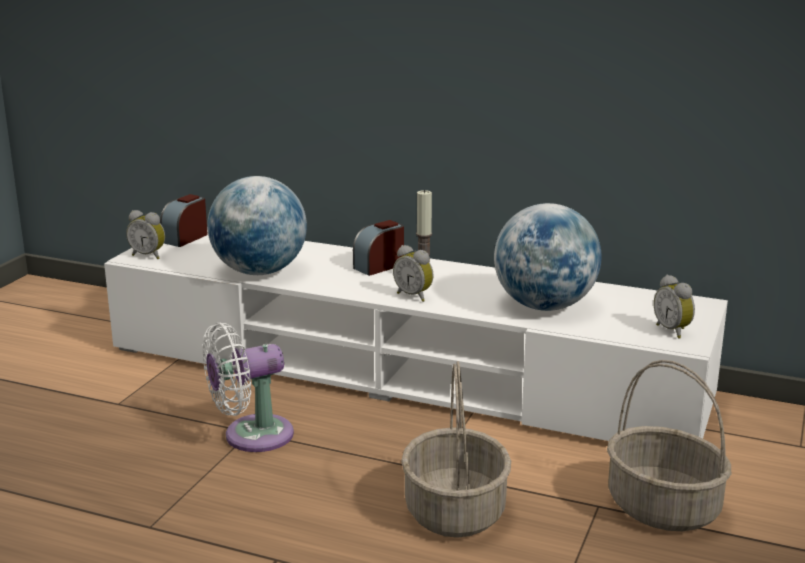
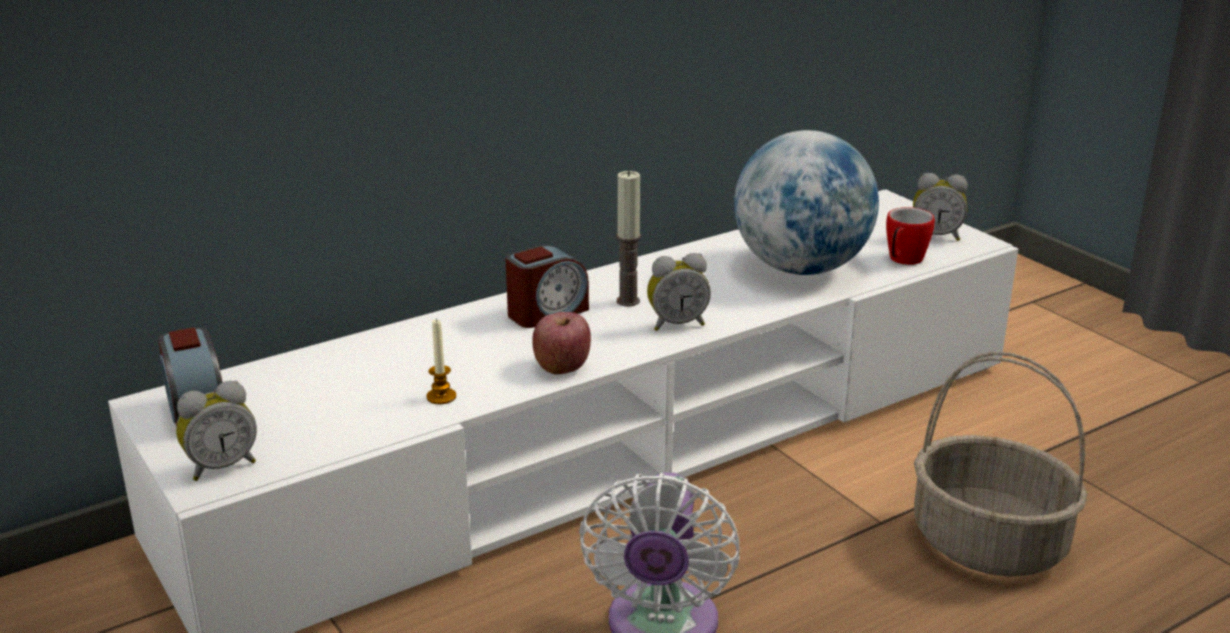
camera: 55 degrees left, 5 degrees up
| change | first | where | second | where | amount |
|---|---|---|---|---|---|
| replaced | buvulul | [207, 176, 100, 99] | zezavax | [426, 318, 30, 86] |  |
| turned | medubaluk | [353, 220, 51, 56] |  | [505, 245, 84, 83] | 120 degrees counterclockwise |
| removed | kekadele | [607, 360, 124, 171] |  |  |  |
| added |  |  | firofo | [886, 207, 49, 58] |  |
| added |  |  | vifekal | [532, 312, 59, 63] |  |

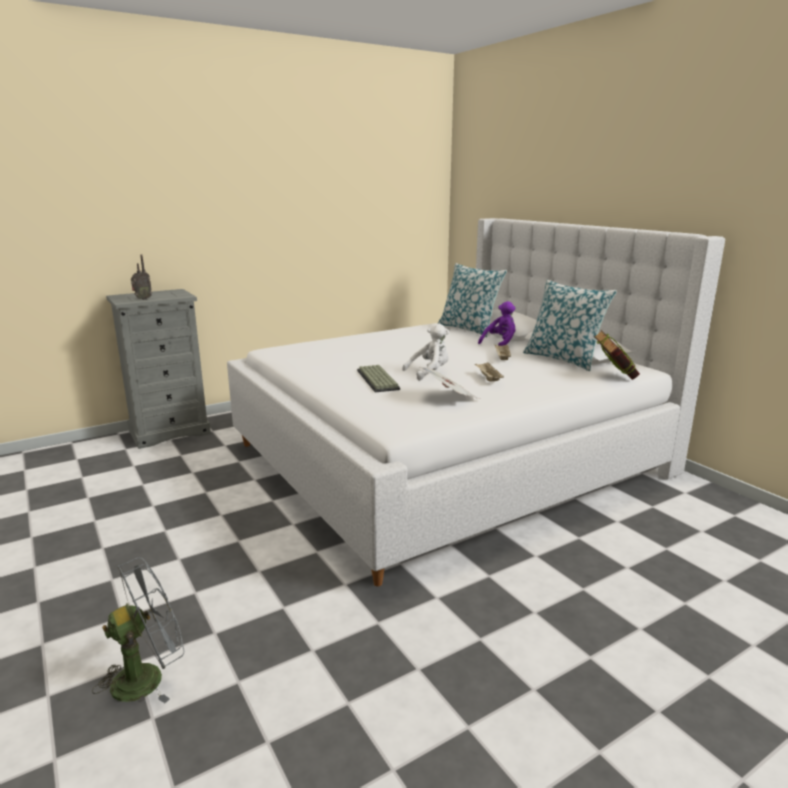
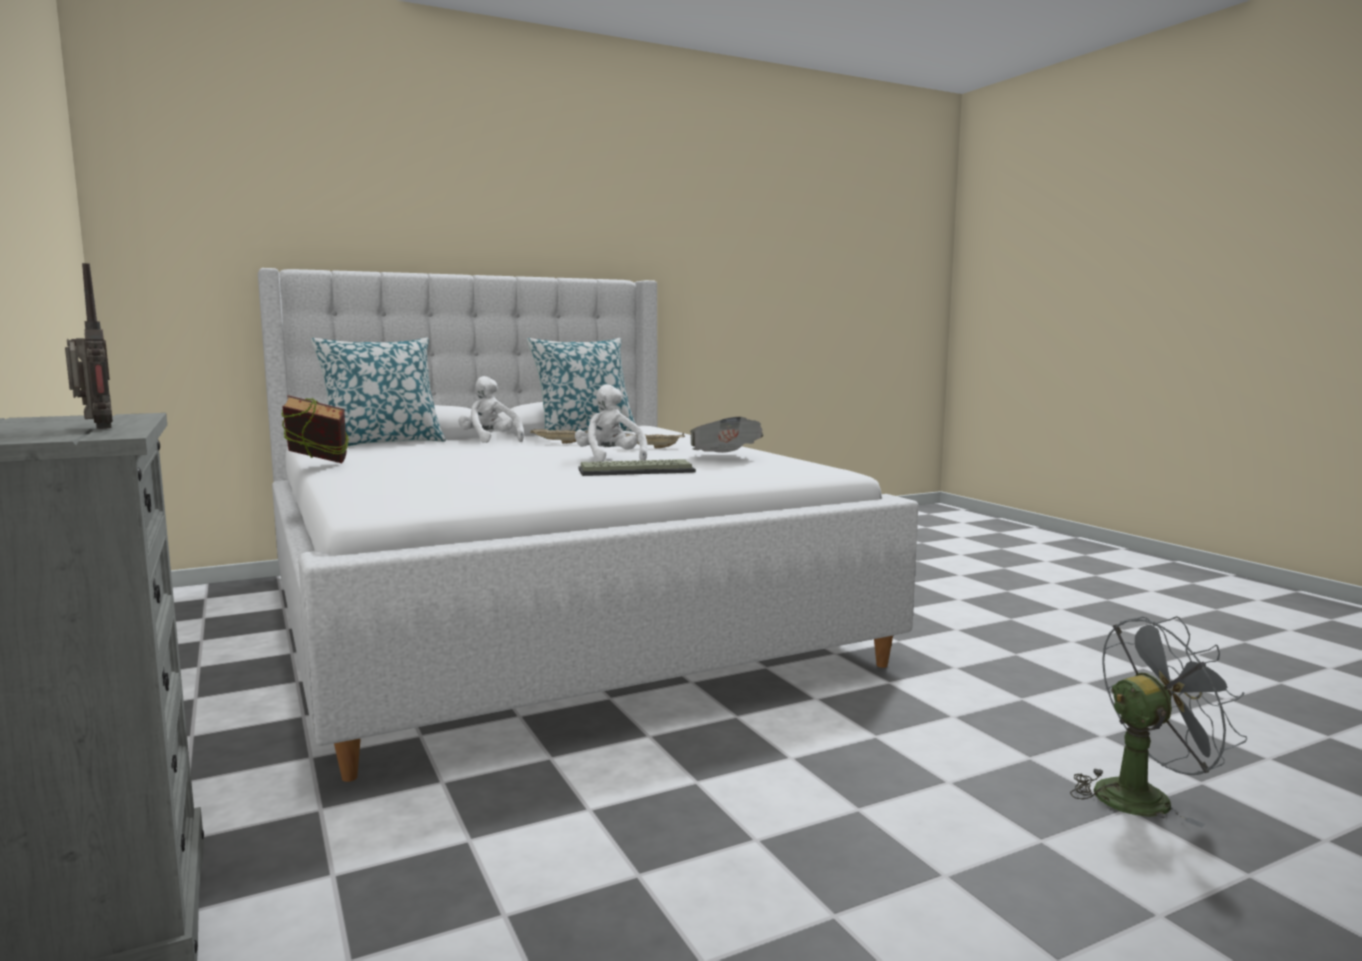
camera: 85 degrees left, 10 degrees down
| change | first | where | second | where | amount |
|---|---|---|---|---|---|
| recoloured | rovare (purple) | [478, 301, 38, 45] | rovare (white) | [458, 376, 66, 67] |  |
| moved | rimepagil | [594, 330, 46, 50] |  | [281, 395, 69, 68] |  |
| turned | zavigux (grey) | [92, 557, 93, 146] |  | [1070, 616, 177, 212] | 105 degrees clockwise |

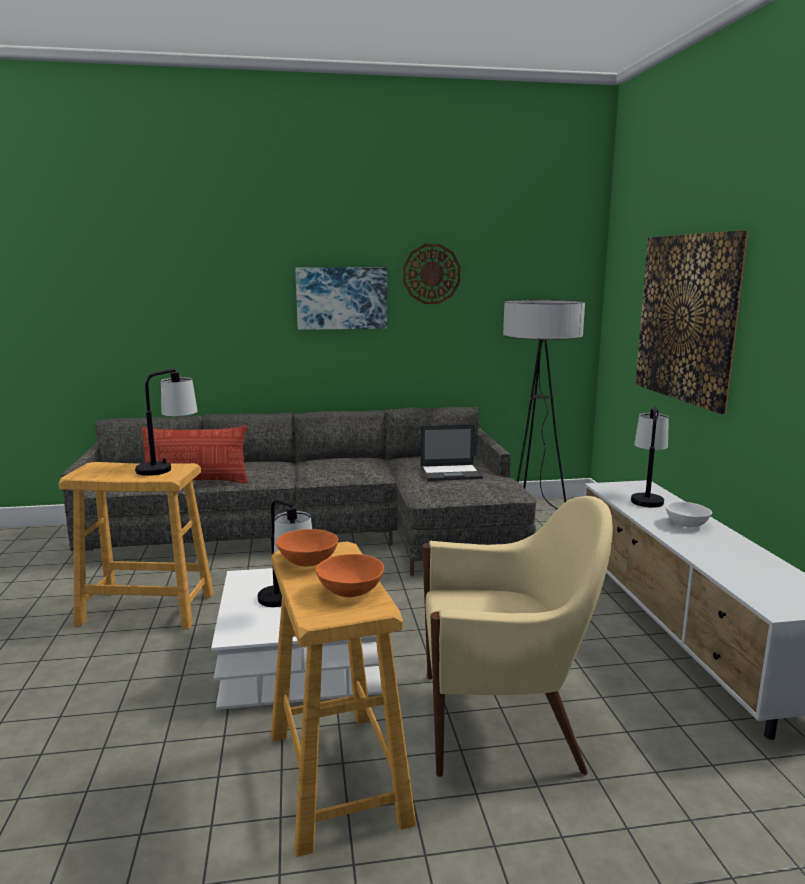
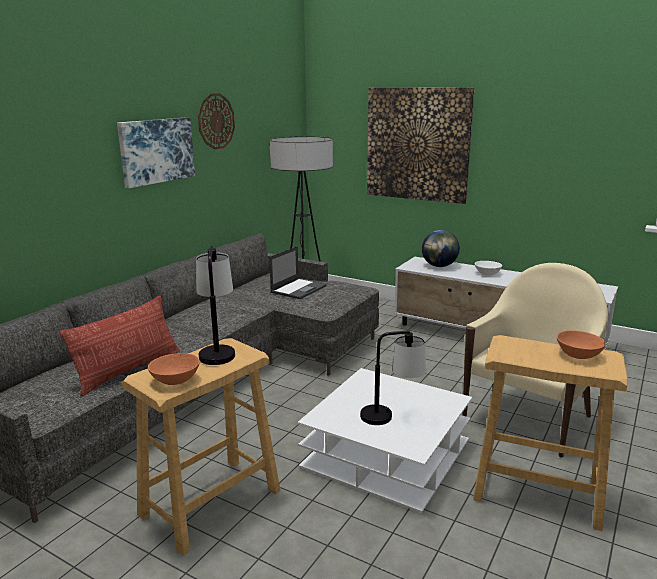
camera: 50 degrees left, 5 degrees up
| change | first | where | second | where | amount |
|---|---|---|---|---|---|
| replaced | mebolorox | [631, 406, 38, 102] | buvulul | [422, 230, 38, 37] |  |
| moved | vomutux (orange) | [276, 529, 62, 37] |  | [148, 353, 52, 32] |  |

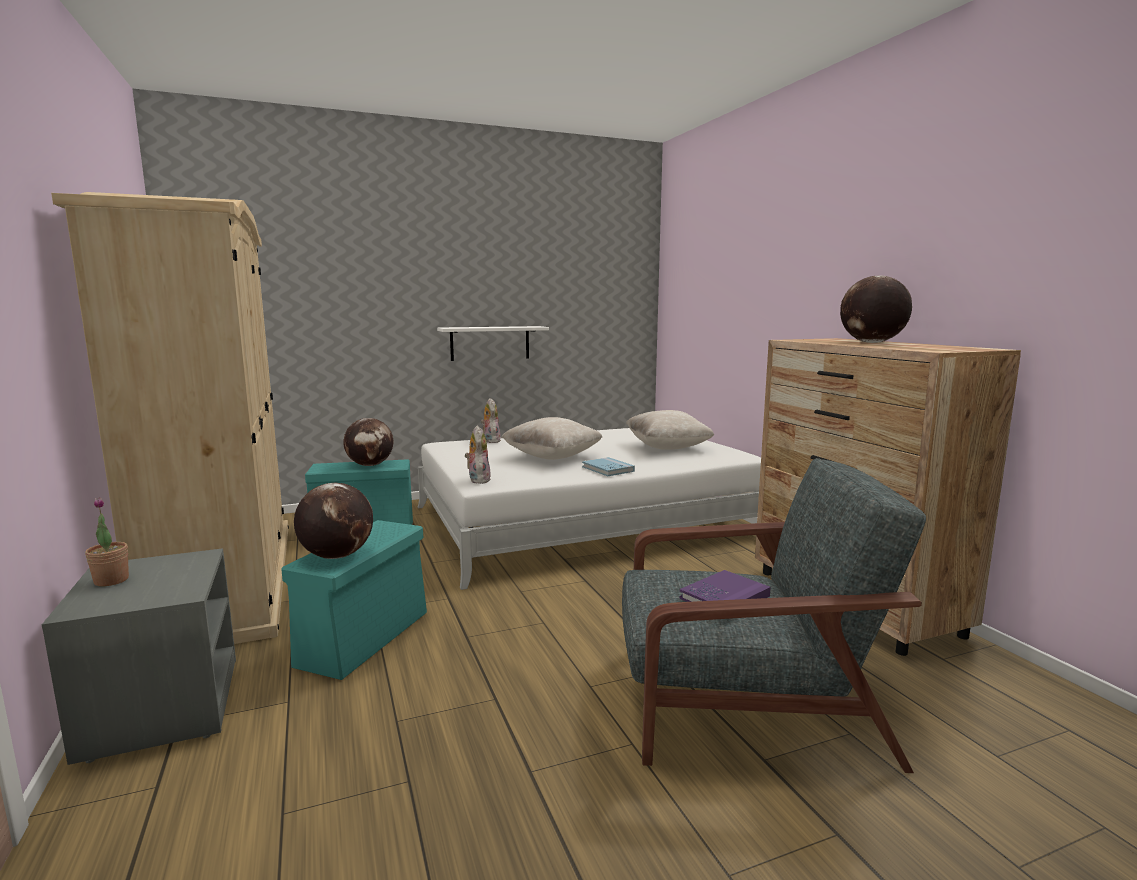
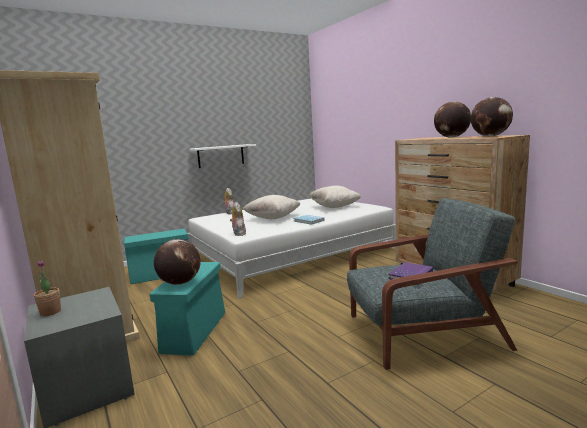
camera: 10 degrees left, 0 degrees up
| change | first | where | second | where | amount |
|---|---|---|---|---|---|
| moved | buvulul | [343, 418, 51, 48] |  | [471, 97, 42, 40] |  |

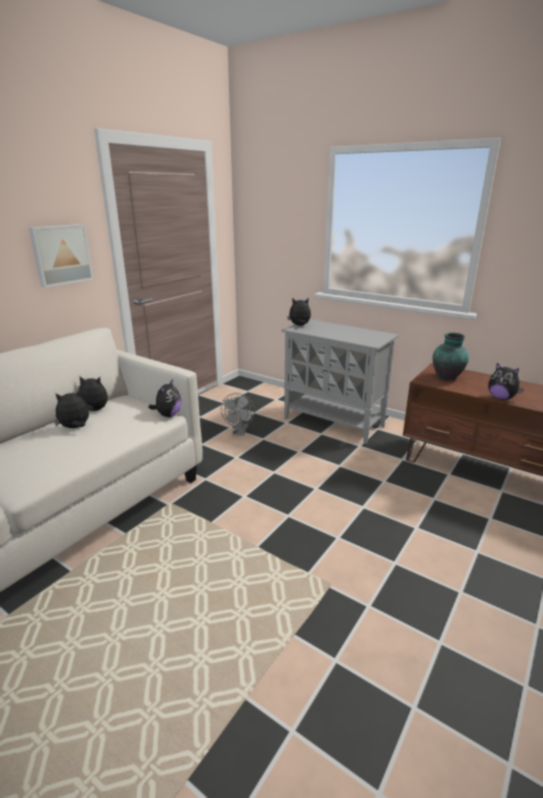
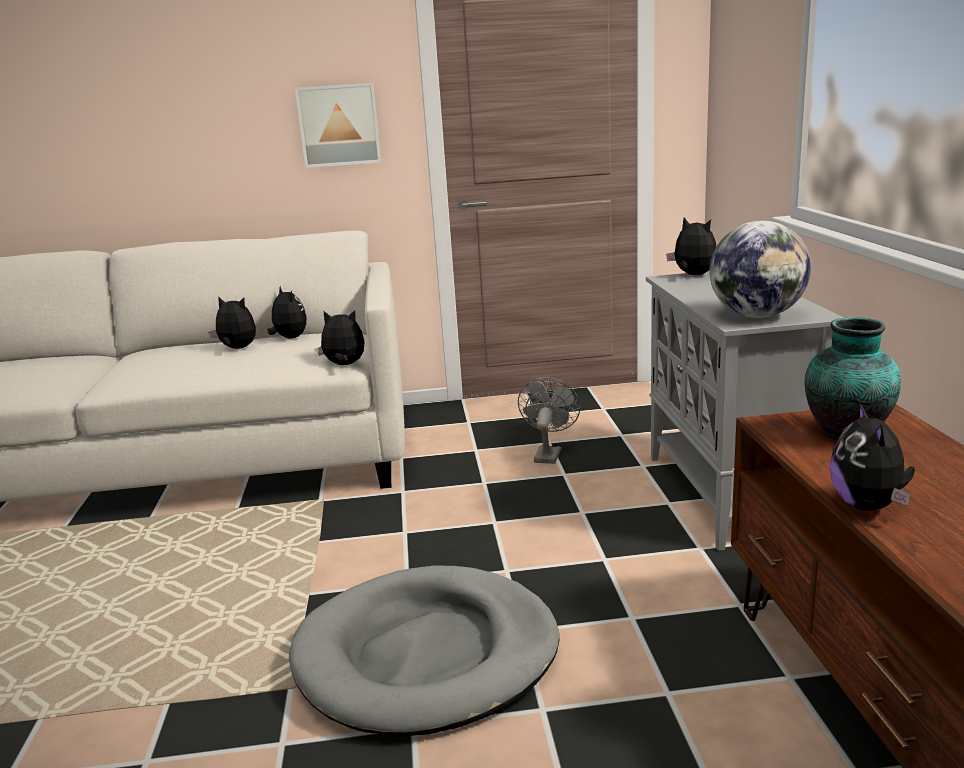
camera: 50 degrees right, 5 degrees down
| change | first | where | second | where | amount |
|---|---|---|---|---|---|
| turned | rovare | [148, 379, 33, 38] |  | [314, 310, 51, 55] | 150 degrees counterclockwise |
| turned | zavigux (grey) | [221, 393, 34, 43] |  | [518, 377, 62, 87] | 135 degrees clockwise |
| added |  |  | buvulul | [710, 221, 101, 97] |  |
| added |  |  | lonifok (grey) | [289, 565, 271, 172] |  |

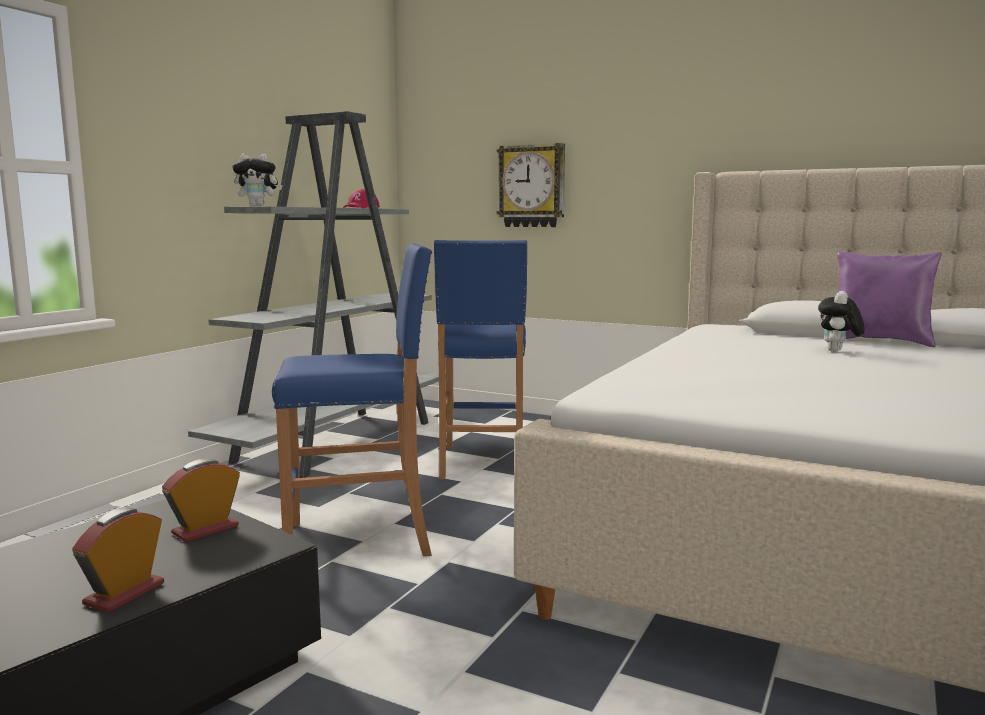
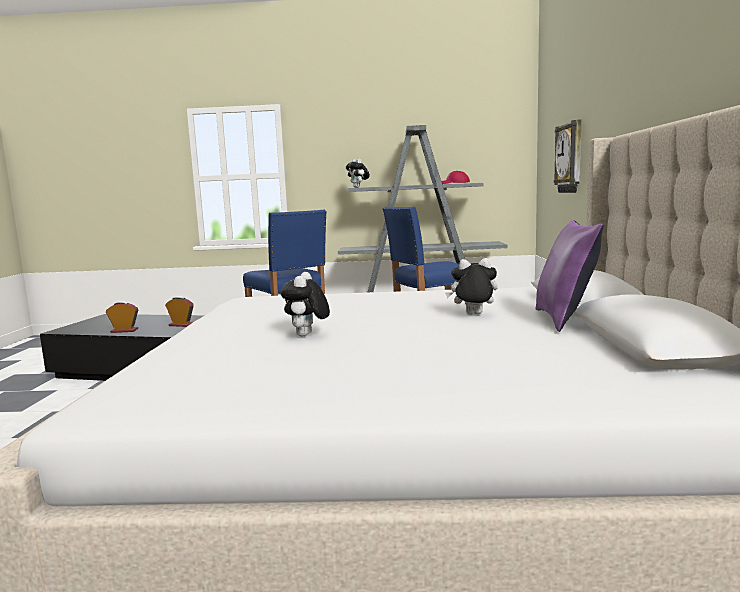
camera: 65 degrees right, 0 degrees up
| change | first | where | second | where | amount |
|---|---|---|---|---|---|
| added |  |  | rovare | [280, 272, 50, 64] |  |

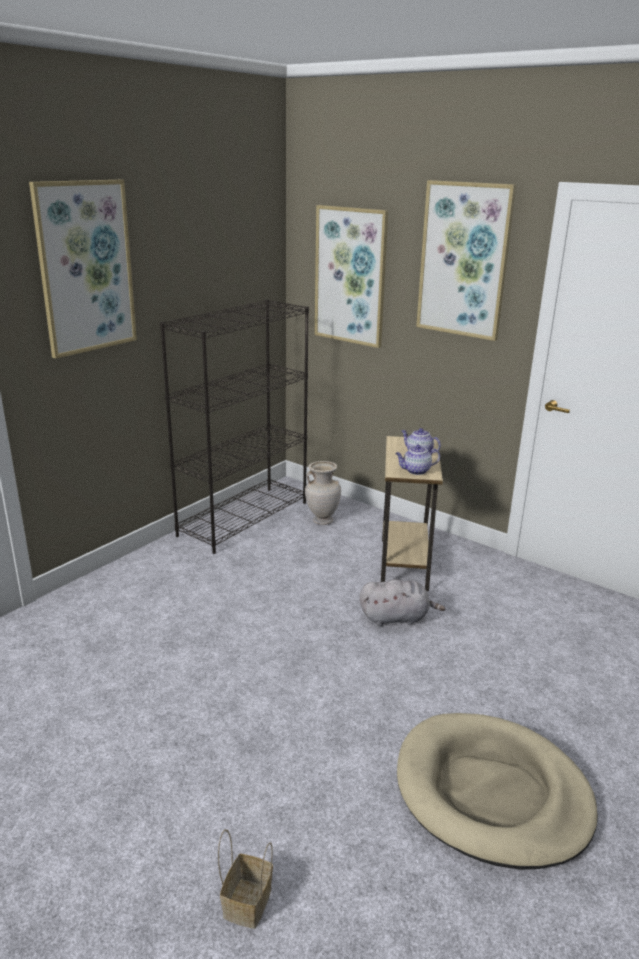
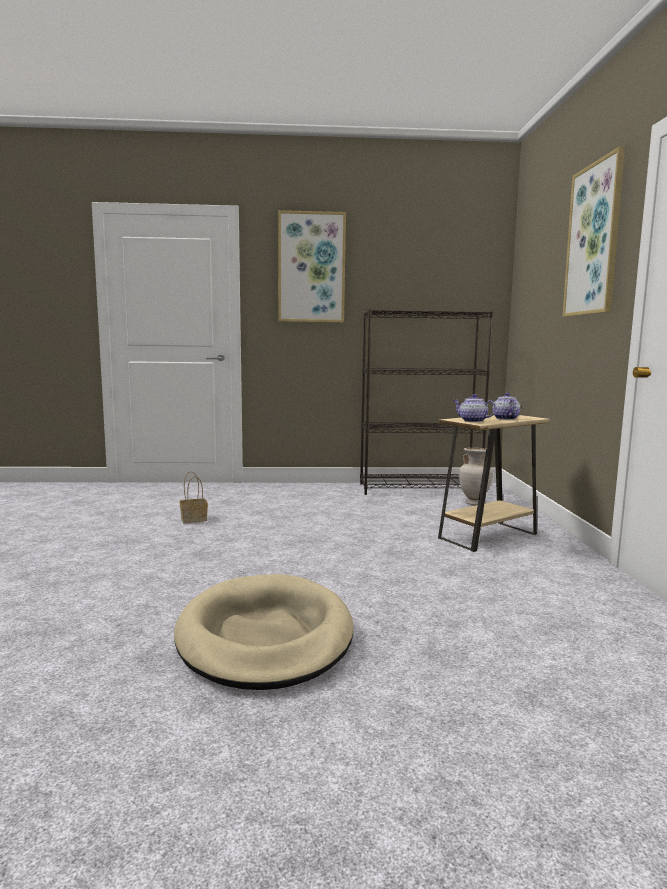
camera: 50 degrees right, 15 degrees down
| change | first | where | second | where | amount |
|---|---|---|---|---|---|
| removed | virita | [315, 205, 73, 143] |  |  |  |
| removed | rovare (grey) | [360, 579, 86, 47] |  |  |  |
| moved | kekadele | [218, 829, 55, 100] |  | [180, 471, 28, 53] |  |

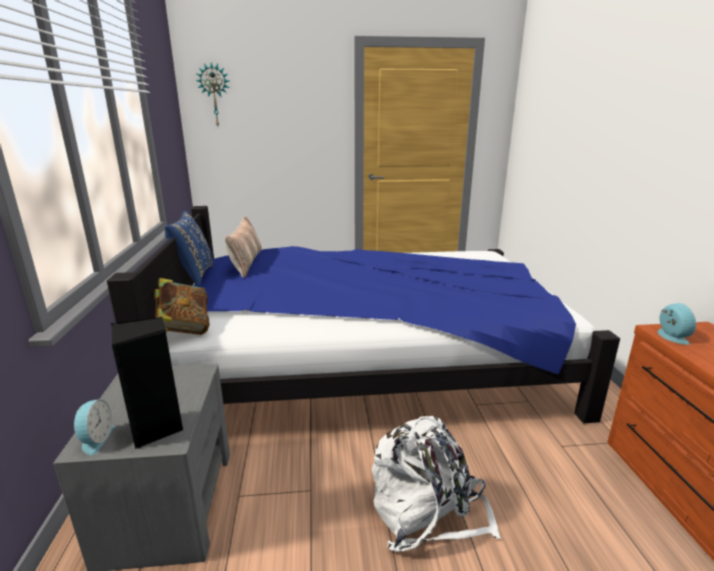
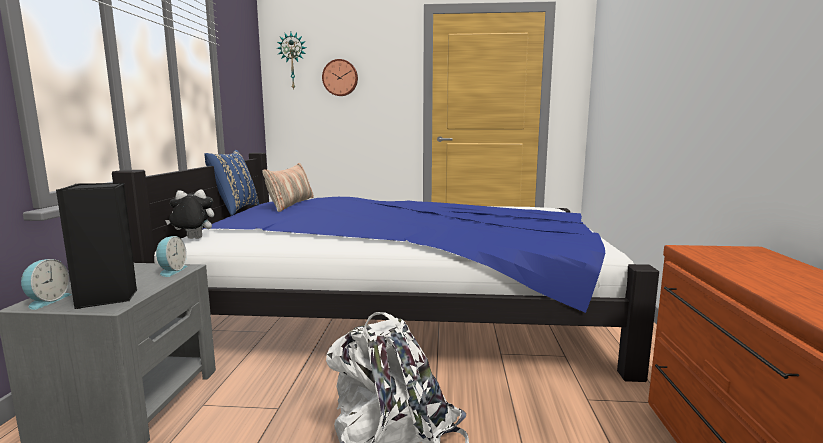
camera: 10 degrees right, 10 degrees down
| change | first | where | second | where | amount |
|---|---|---|---|---|---|
| replaced | rimepagil | [154, 278, 55, 57] | rovare | [165, 189, 49, 50] |  |
| moved | medubaluk | [658, 303, 38, 42] |  | [156, 236, 32, 41] |  |
| added |  |  | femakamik | [322, 59, 36, 37] |  |

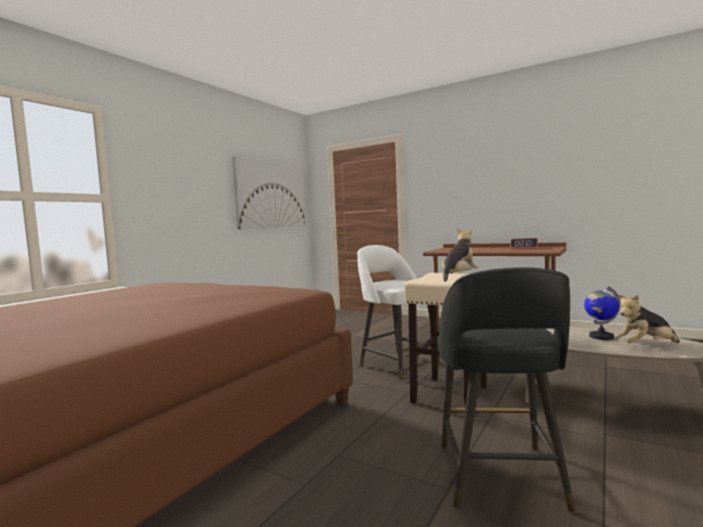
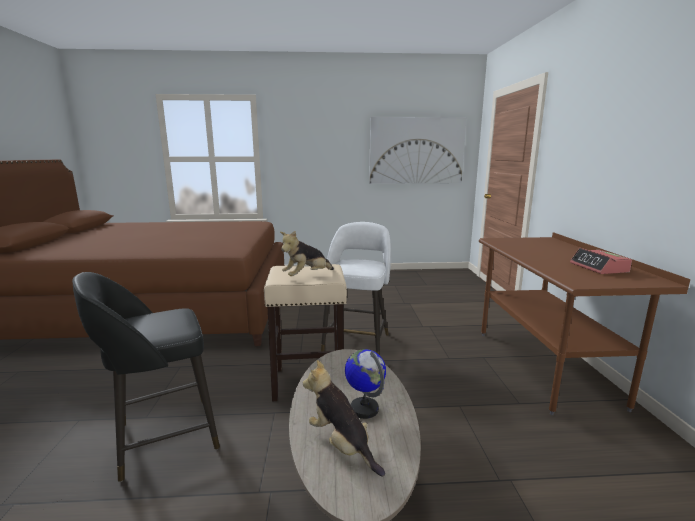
camera: 55 degrees right, 10 degrees up
| change | first | where | second | where | amount |
|---|---|---|---|---|---|
| turned | rovare | [442, 229, 36, 53] |  | [280, 231, 54, 45] | 135 degrees clockwise |

